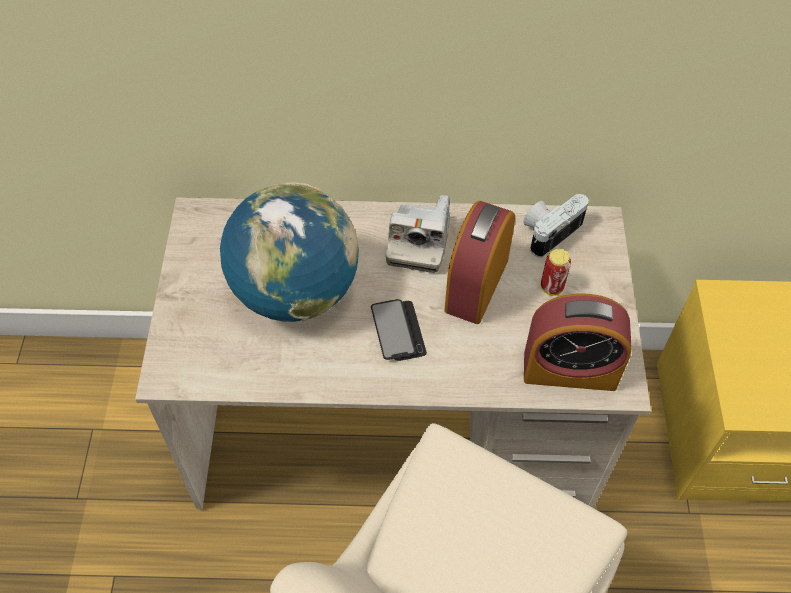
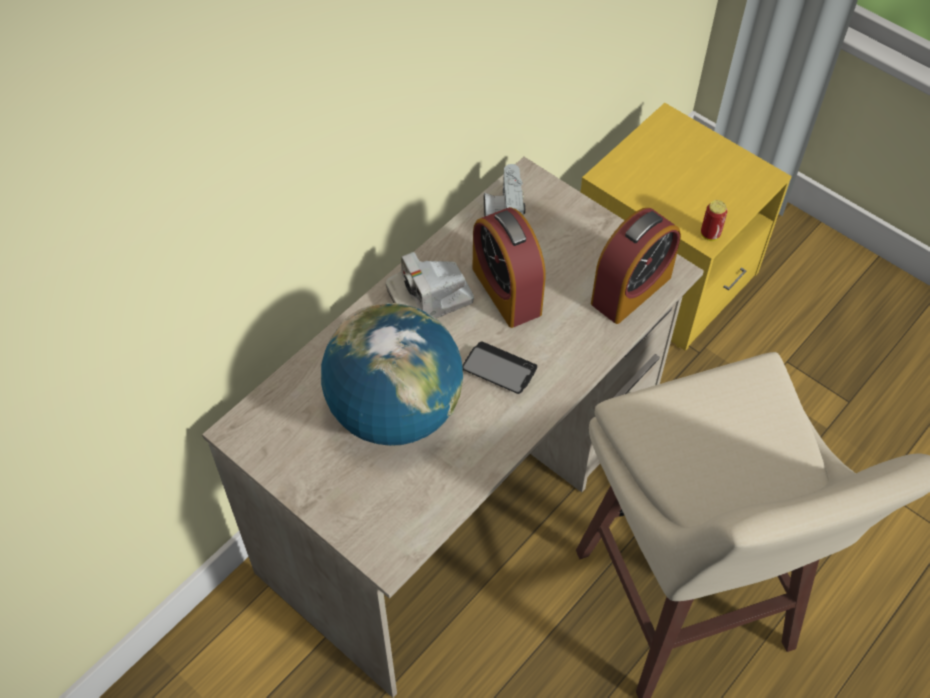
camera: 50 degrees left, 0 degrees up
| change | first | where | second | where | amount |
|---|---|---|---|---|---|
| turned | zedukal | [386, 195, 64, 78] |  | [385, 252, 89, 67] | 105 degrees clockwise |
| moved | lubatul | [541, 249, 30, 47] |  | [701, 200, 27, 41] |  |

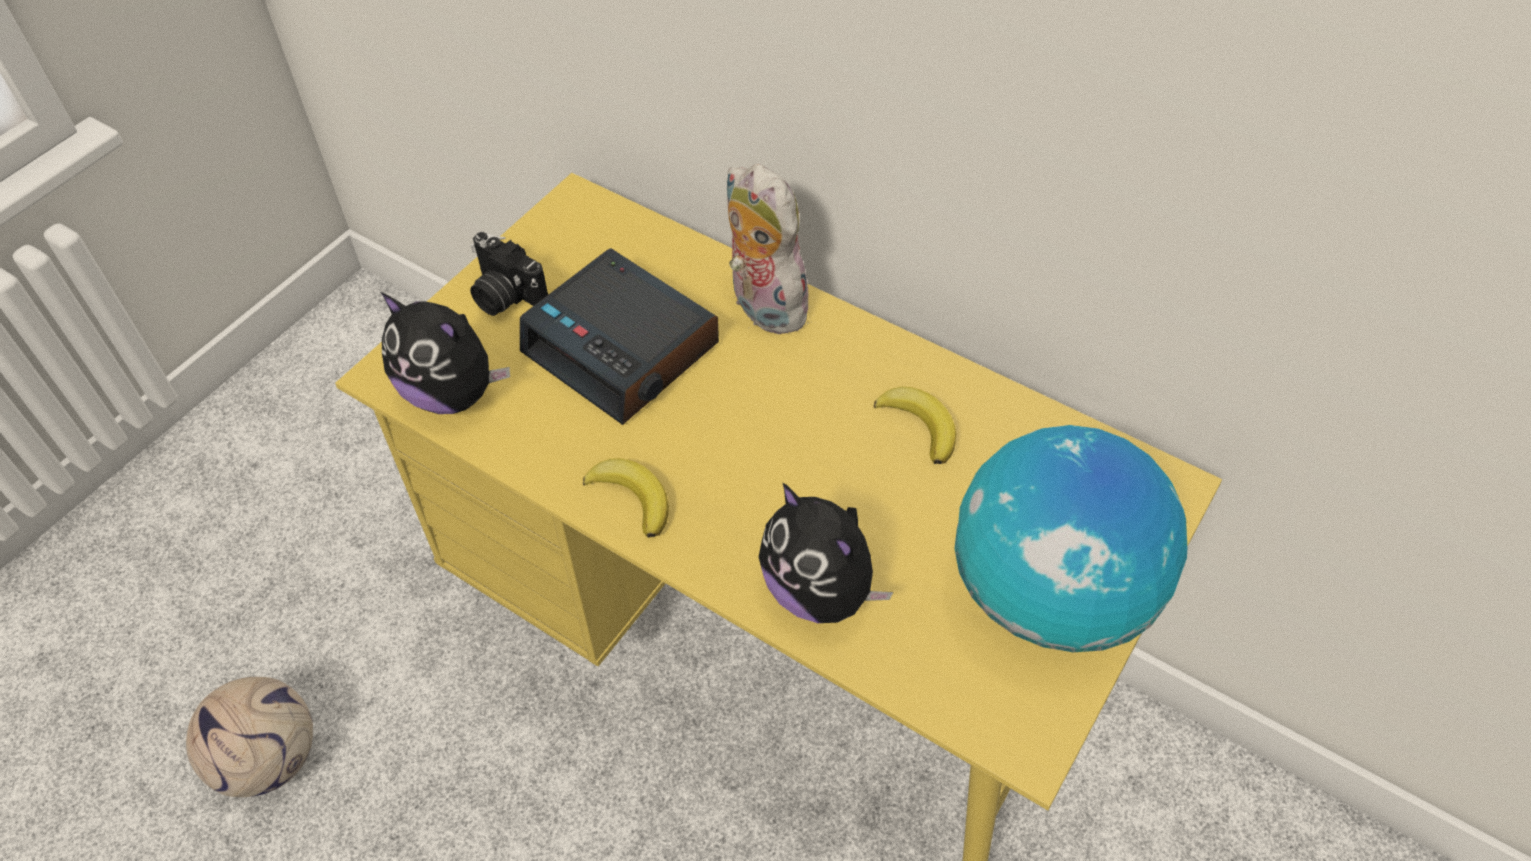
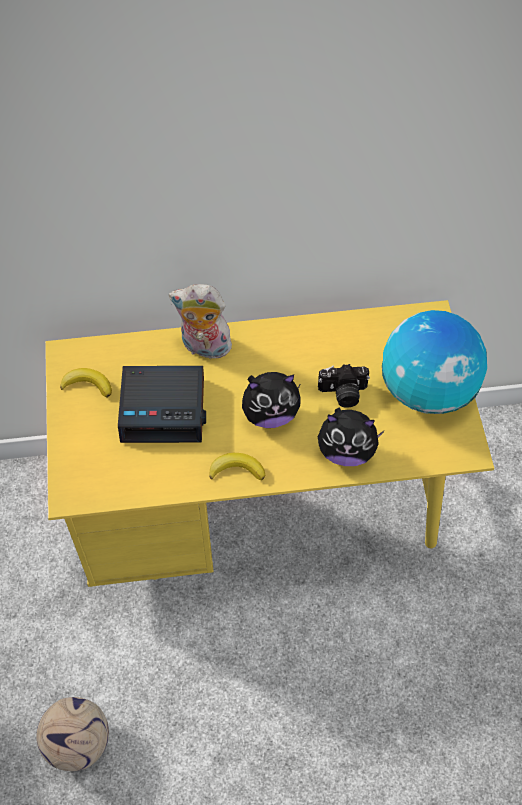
camera: 40 degrees left, 5 degrees up
| change | first | where | second | where | amount |
|---|---|---|---|---|---|
| moved | zedukal | [470, 232, 78, 84] |  | [318, 364, 52, 43] |  |
| moved | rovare | [381, 292, 129, 122] |  | [242, 372, 59, 56] |  |
| moved | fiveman | [874, 387, 82, 77] |  | [60, 368, 52, 29] |  |

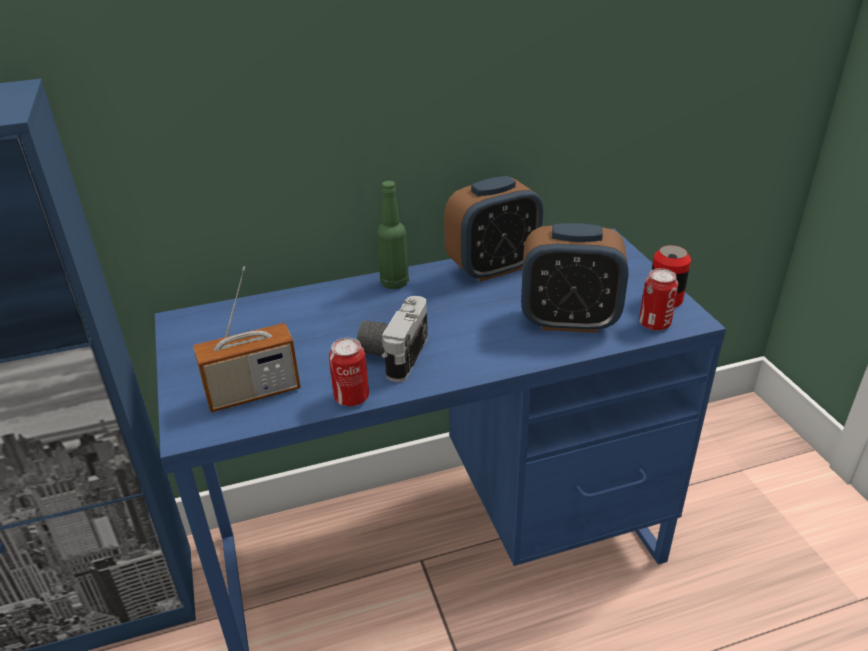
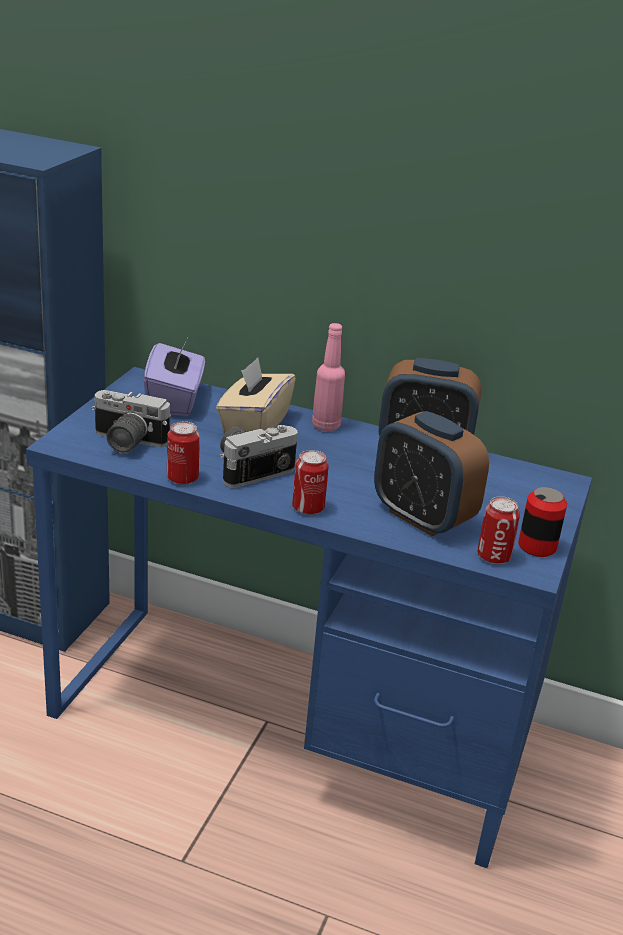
camera: 35 degrees right, 5 degrees down
| change | first | where | second | where | amount |
|---|---|---|---|---|---|
| recoloured | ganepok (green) | [377, 181, 32, 108] | ganepok (pink) | [312, 323, 33, 108] |  |
| replaced | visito | [193, 267, 108, 145] | zedukal | [91, 390, 80, 63] |  |
| added |  |  | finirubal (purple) | [144, 338, 61, 78] |  |
| added |  |  | finirubal (beige) | [216, 358, 80, 75] |  |
| added |  |  | lubatul | [292, 450, 37, 65] |  |

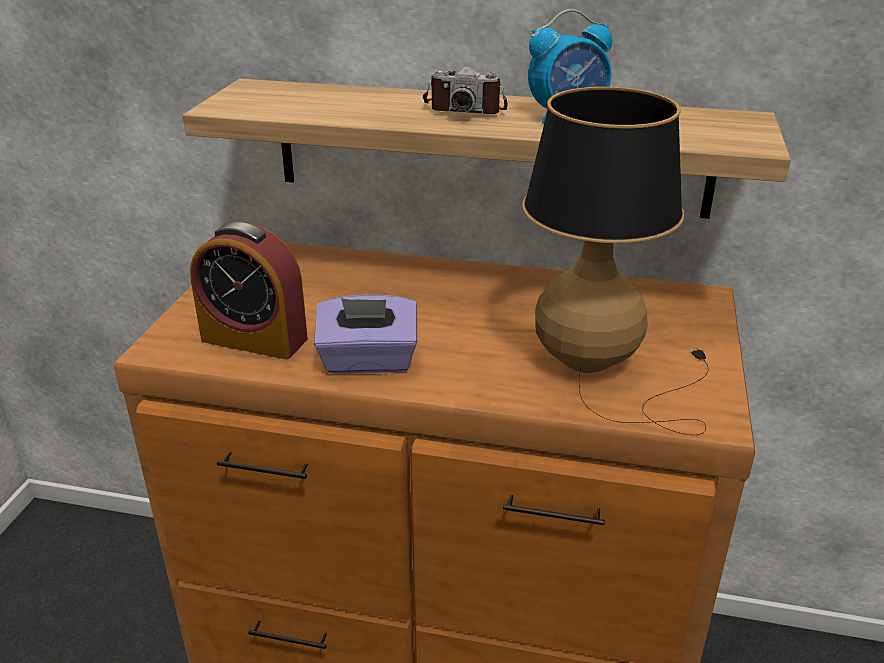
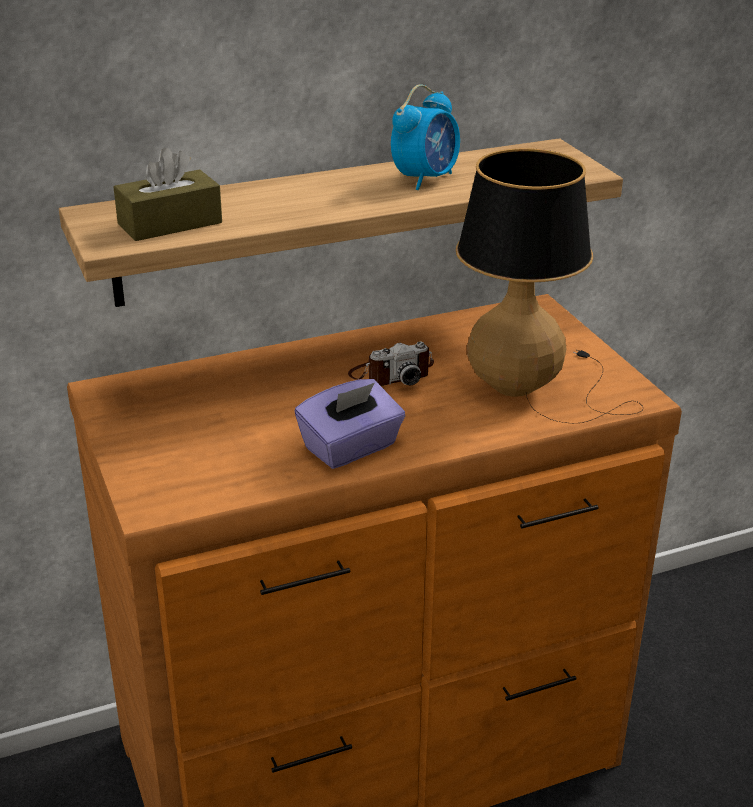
camera: 35 degrees left, 0 degrees up
| change | first | where | second | where | amount |
|---|---|---|---|---|---|
| moved | zedukal | [423, 66, 84, 48] |  | [348, 342, 86, 44] |  |
| removed | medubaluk | [190, 222, 118, 137] |  |  |  |
| added |  |  | finirubal (brown) | [114, 148, 108, 93] |  |

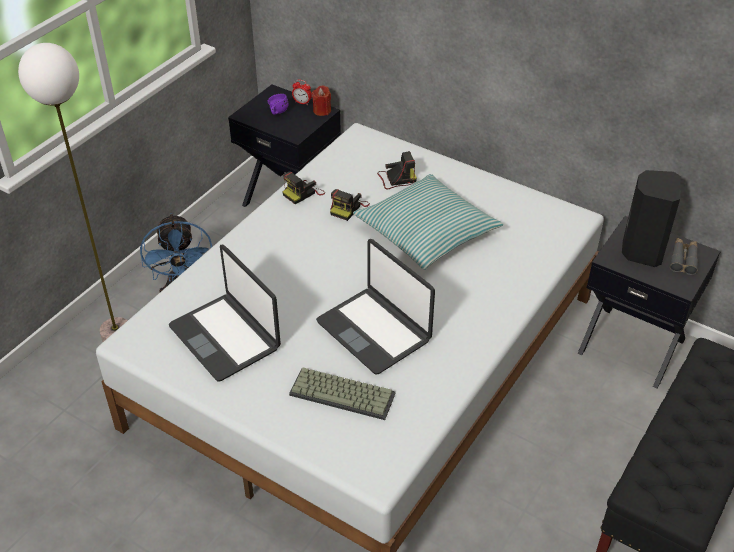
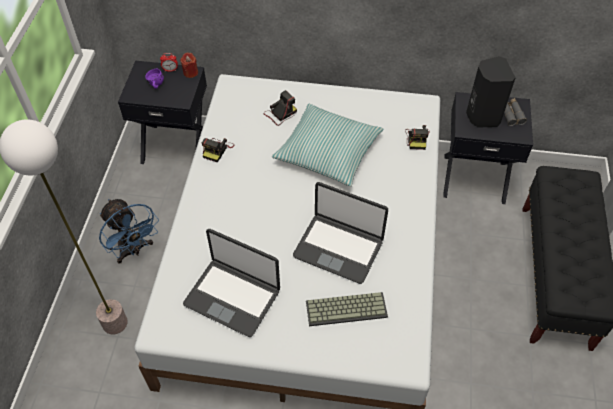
camera: 25 degrees left, 10 degrees up
| change | first | where | second | where | amount |
|---|---|---|---|---|---|
| moved | zedukal | [330, 189, 40, 32] |  | [405, 125, 25, 25] |  |

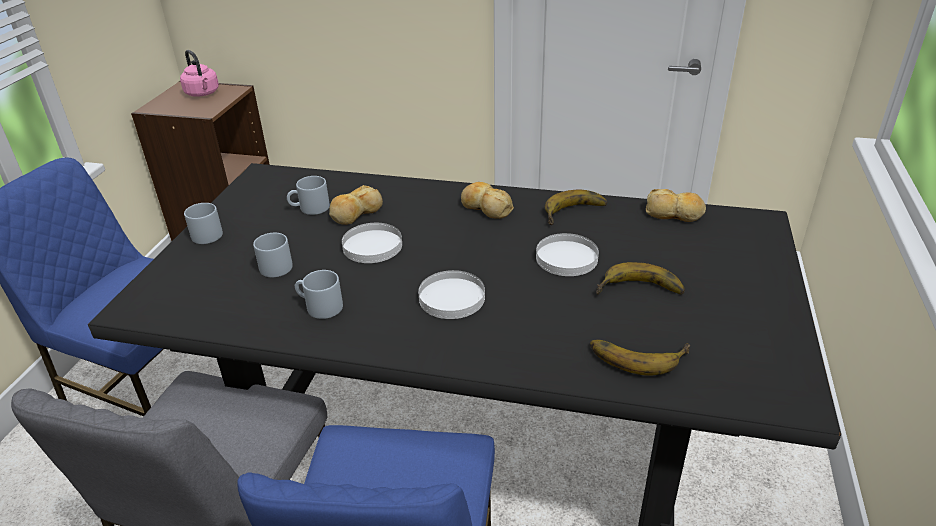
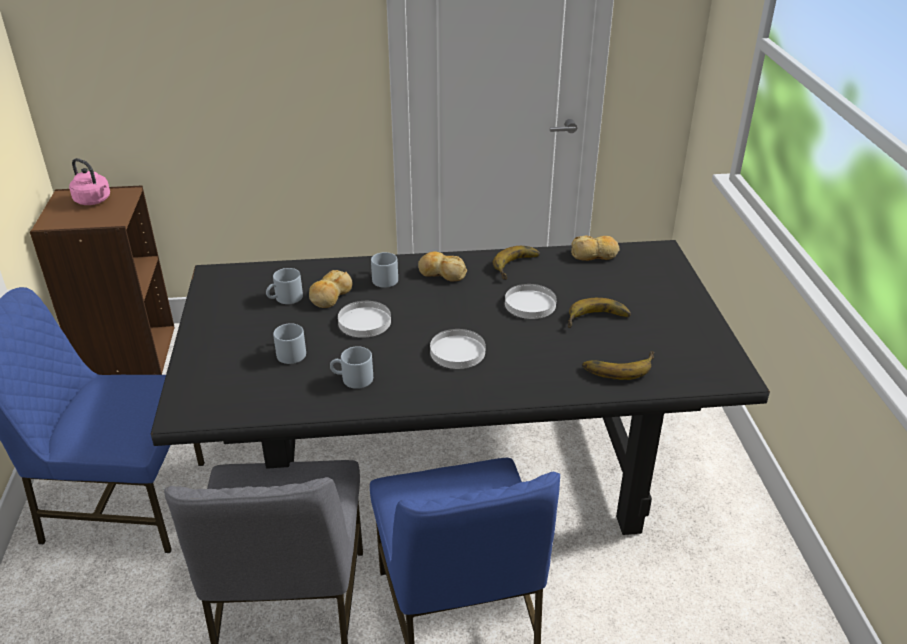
camera: 20 degrees left, 0 degrees up
| change | first | where | second | where | amount |
|---|---|---|---|---|---|
| moved | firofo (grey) | [184, 203, 39, 41] |  | [371, 252, 27, 36] |  |

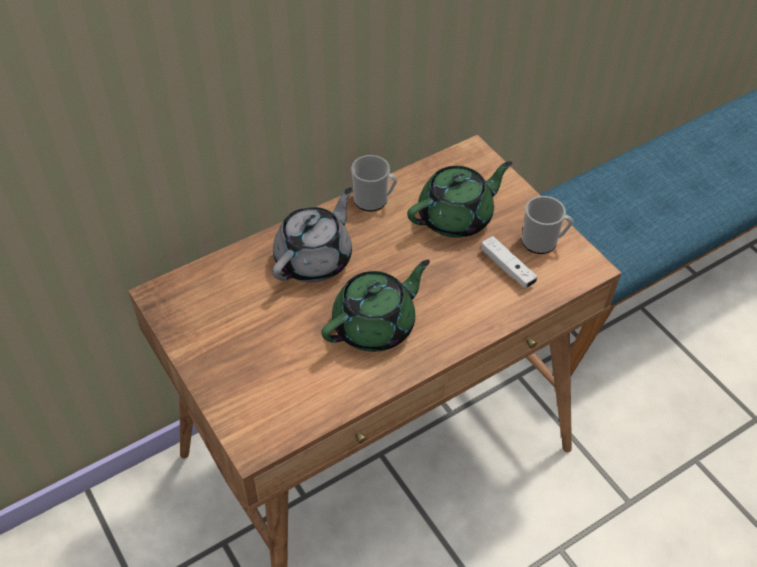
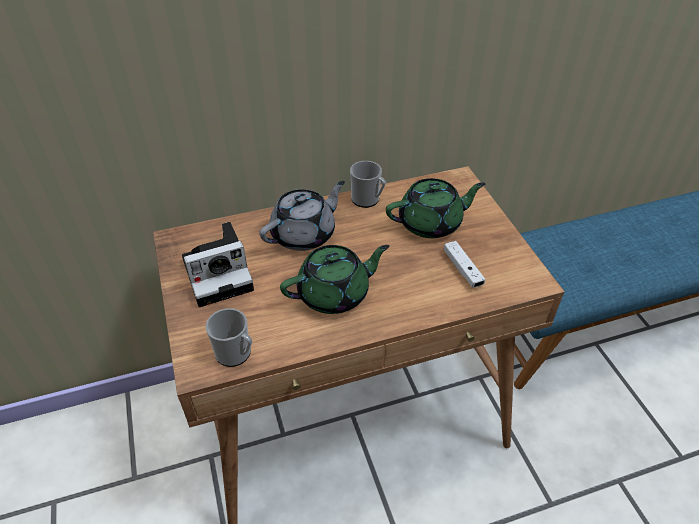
camera: 15 degrees right, 5 degrees down
| change | first | where | second | where | amount |
|---|---|---|---|---|---|
| moved | firofo | [522, 196, 52, 58] |  | [206, 308, 46, 59] |  |
| added |  |  | zedukal | [182, 222, 72, 85] |  |

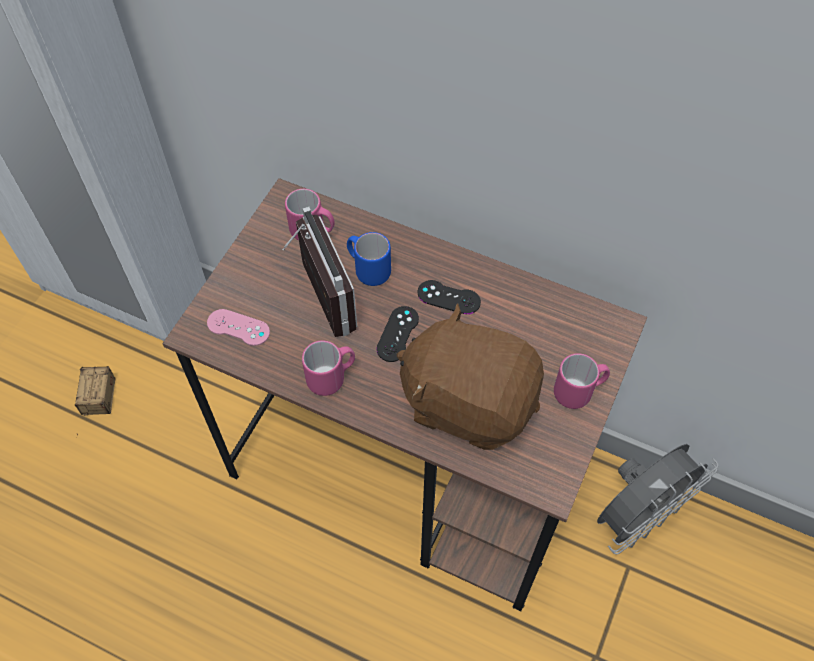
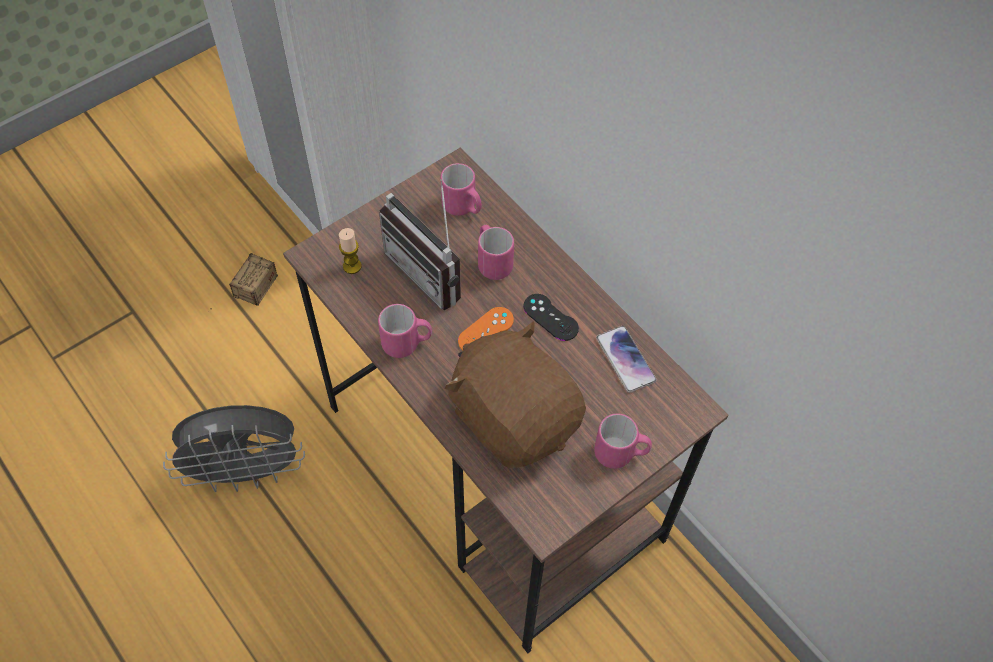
camera: 25 degrees right, 0 degrees up
| change | first | where | second | where | amount |
|---|---|---|---|---|---|
| turned | visito | [282, 207, 75, 130] |  | [379, 179, 82, 131] | 135 degrees clockwise |
| recoloured | firofo (blue) | [347, 232, 44, 54] | firofo (pink) | [478, 225, 36, 55] |  |
| recoloured | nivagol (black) | [376, 306, 43, 56] | nivagol (orange) | [458, 307, 56, 43] |  |
| replaced | nivagol (pink) | [207, 309, 63, 37] | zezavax | [339, 228, 23, 46] |  |
| moved | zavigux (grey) | [597, 444, 121, 110] |  | [163, 405, 142, 87] |  |
| added |  |  | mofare | [596, 326, 61, 67] |  |

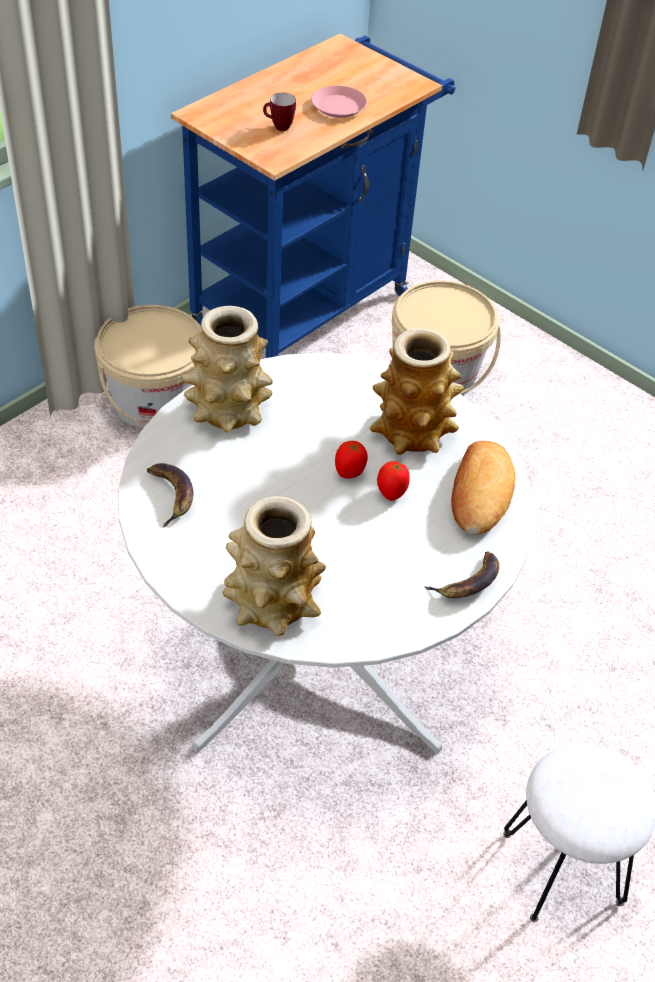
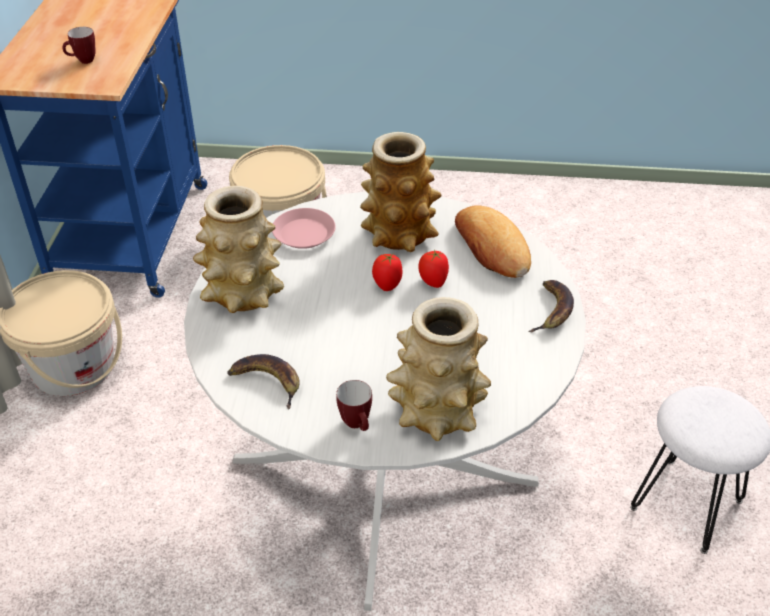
camera: 35 degrees left, 5 degrees down
| change | first | where | second | where | amount |
|---|---|---|---|---|---|
| moved | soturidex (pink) | [311, 85, 56, 33] |  | [272, 208, 64, 41] |  |
| added |  |  | firofo | [336, 380, 36, 51] |  |

